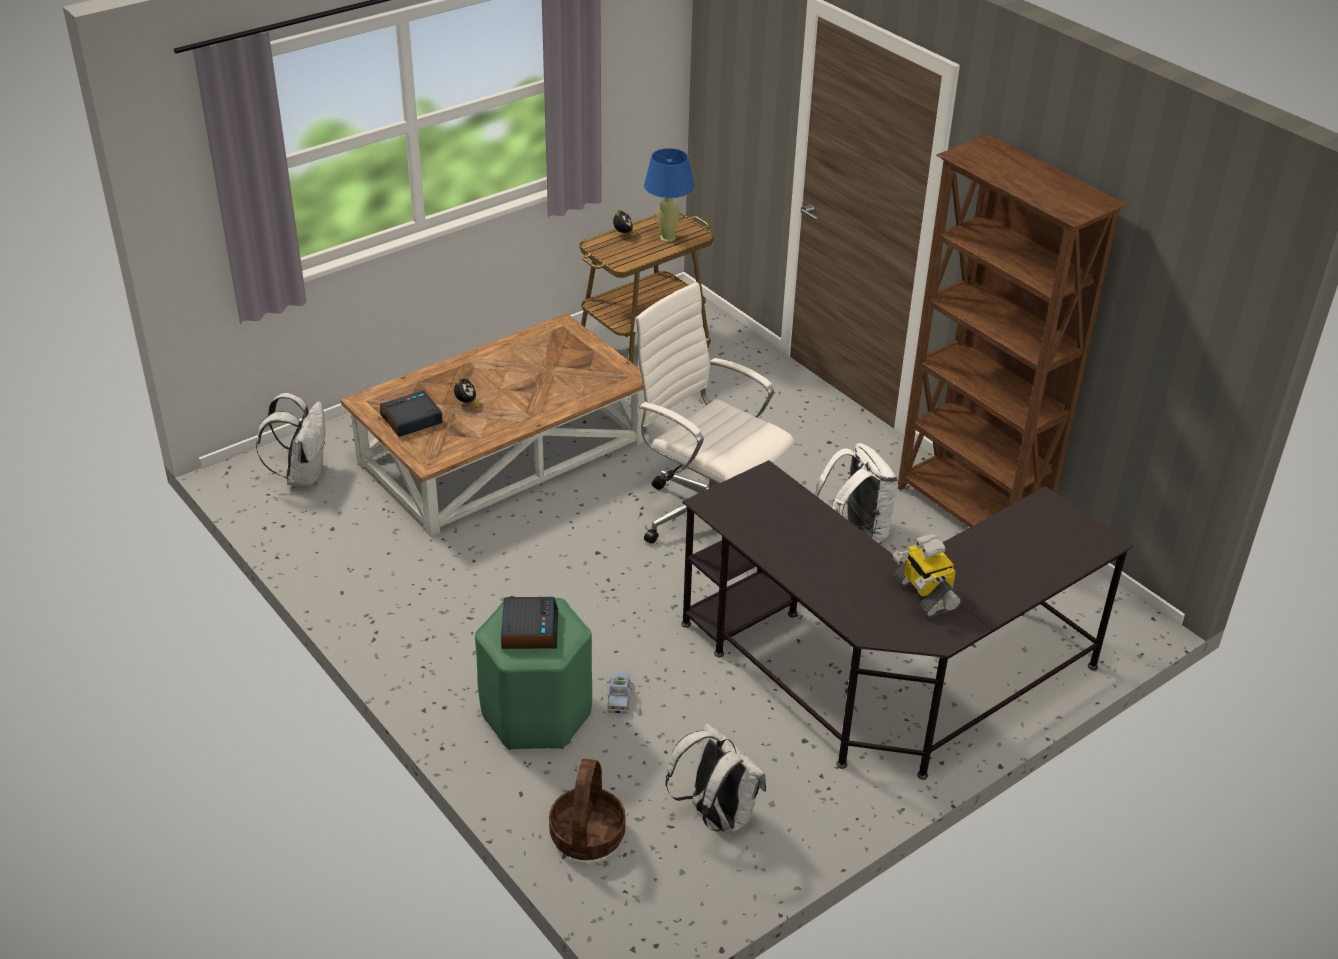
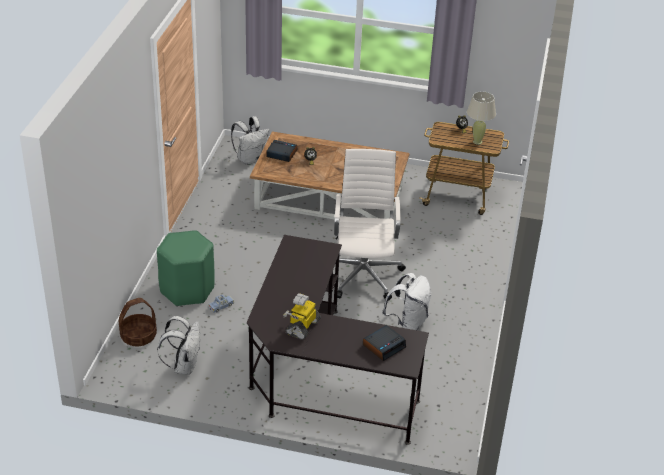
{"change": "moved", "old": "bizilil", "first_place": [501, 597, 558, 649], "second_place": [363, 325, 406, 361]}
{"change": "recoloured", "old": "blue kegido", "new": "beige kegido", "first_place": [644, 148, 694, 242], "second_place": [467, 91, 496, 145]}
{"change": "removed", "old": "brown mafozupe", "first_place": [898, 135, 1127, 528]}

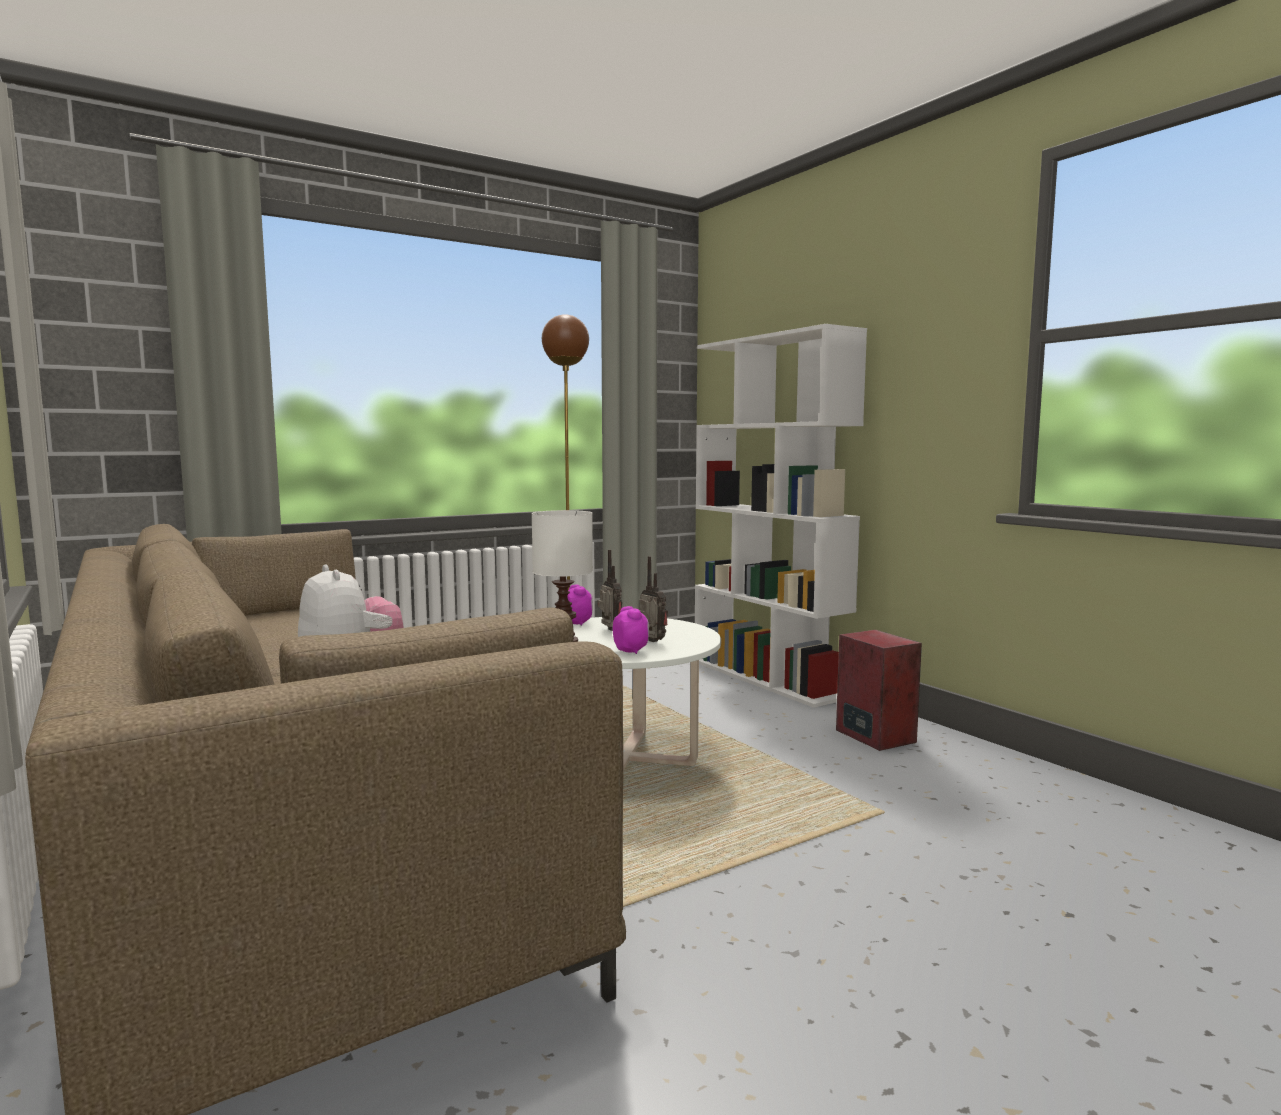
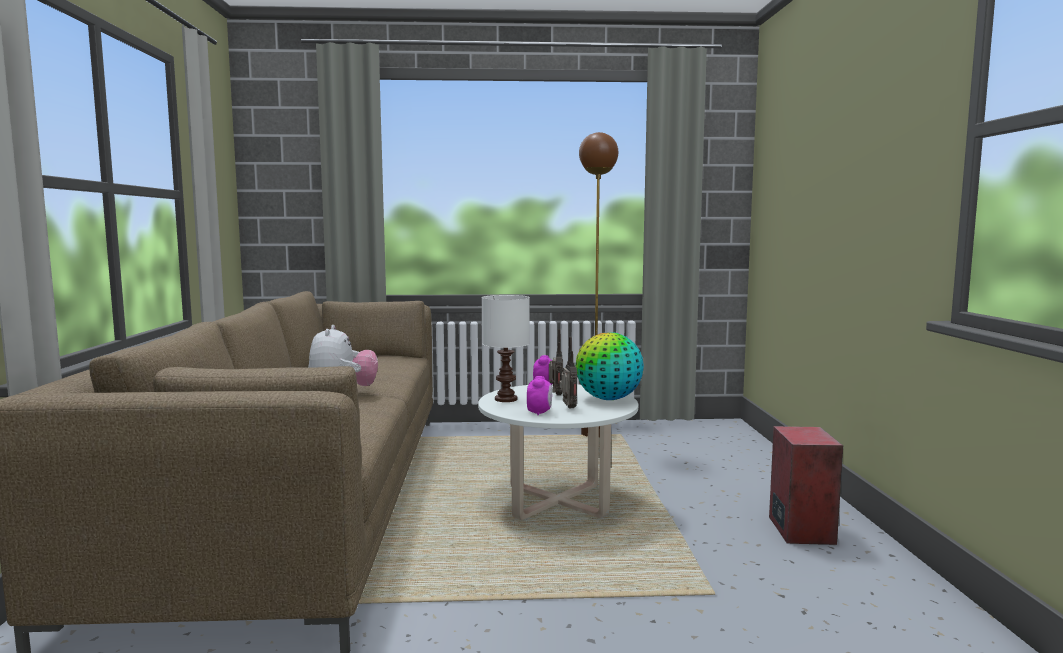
{"change": "removed", "old": "white mafozupe", "first_place": [695, 324, 867, 708]}
{"change": "added", "new": "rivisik", "second_place": [575, 332, 644, 400]}

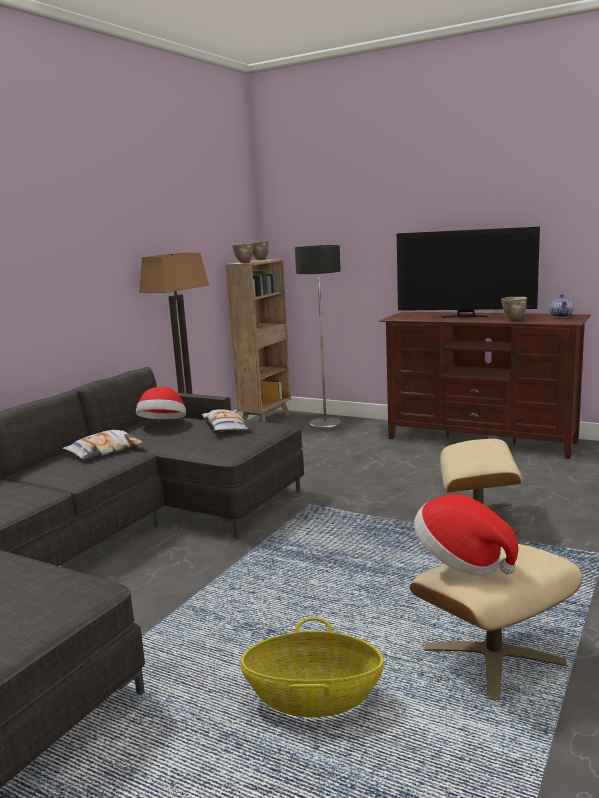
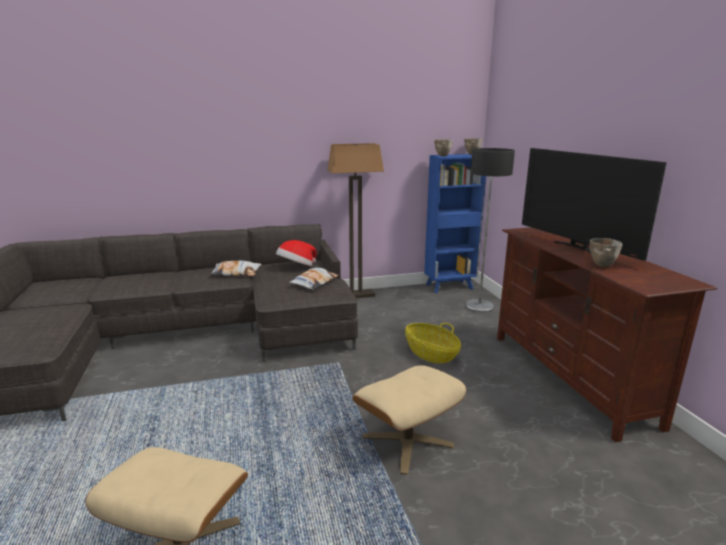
{"change": "recoloured", "old": "brown mafozupe", "new": "blue mafozupe", "first_place": [225, 259, 291, 422], "second_place": [424, 154, 486, 293]}
{"change": "moved", "old": "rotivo", "first_place": [241, 617, 384, 718], "second_place": [405, 323, 461, 363]}
{"change": "removed", "old": "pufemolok", "first_place": [414, 494, 518, 576]}
{"change": "removed", "old": "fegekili", "first_place": [549, 294, 574, 318]}

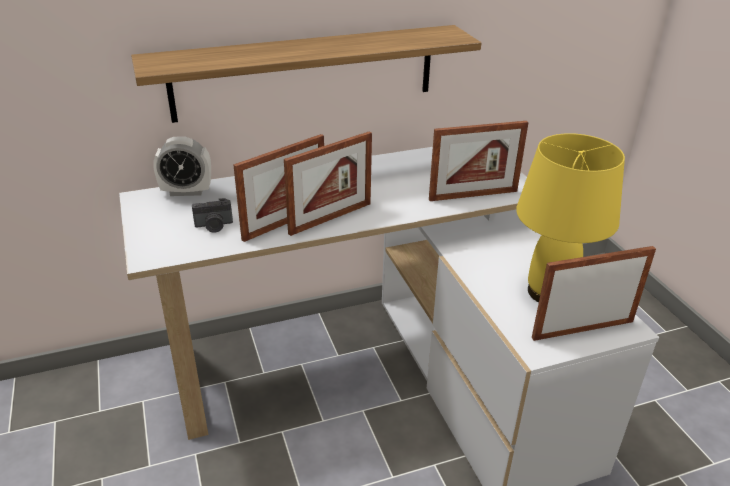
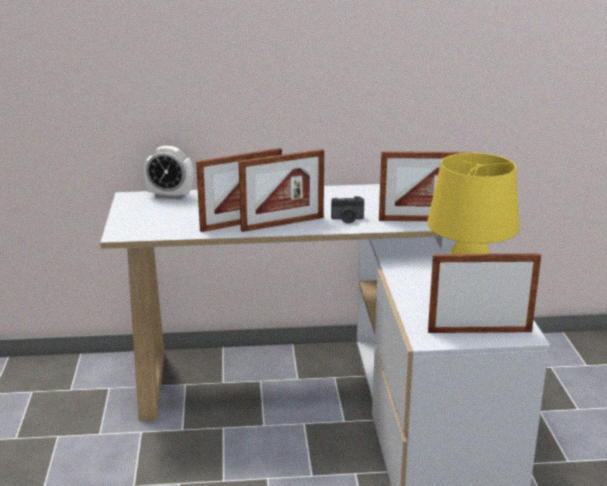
{"change": "removed", "old": "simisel", "first_place": [131, 25, 481, 123]}
{"change": "moved", "old": "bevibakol", "first_place": [192, 198, 233, 233], "second_place": [331, 196, 364, 224]}

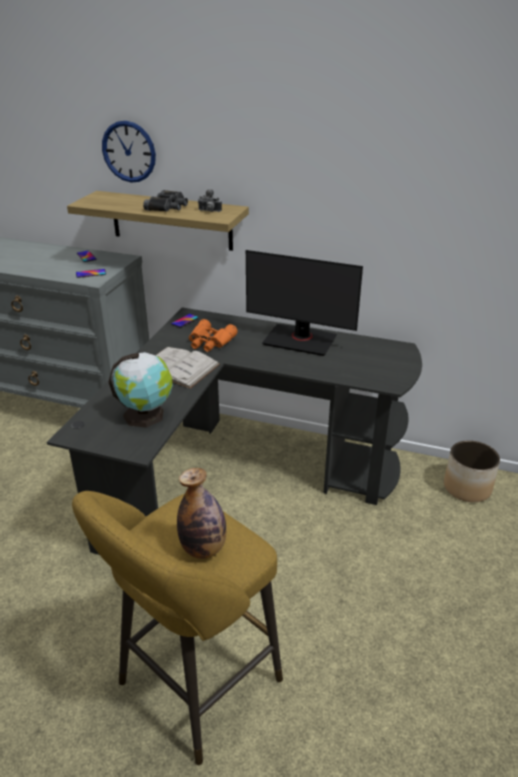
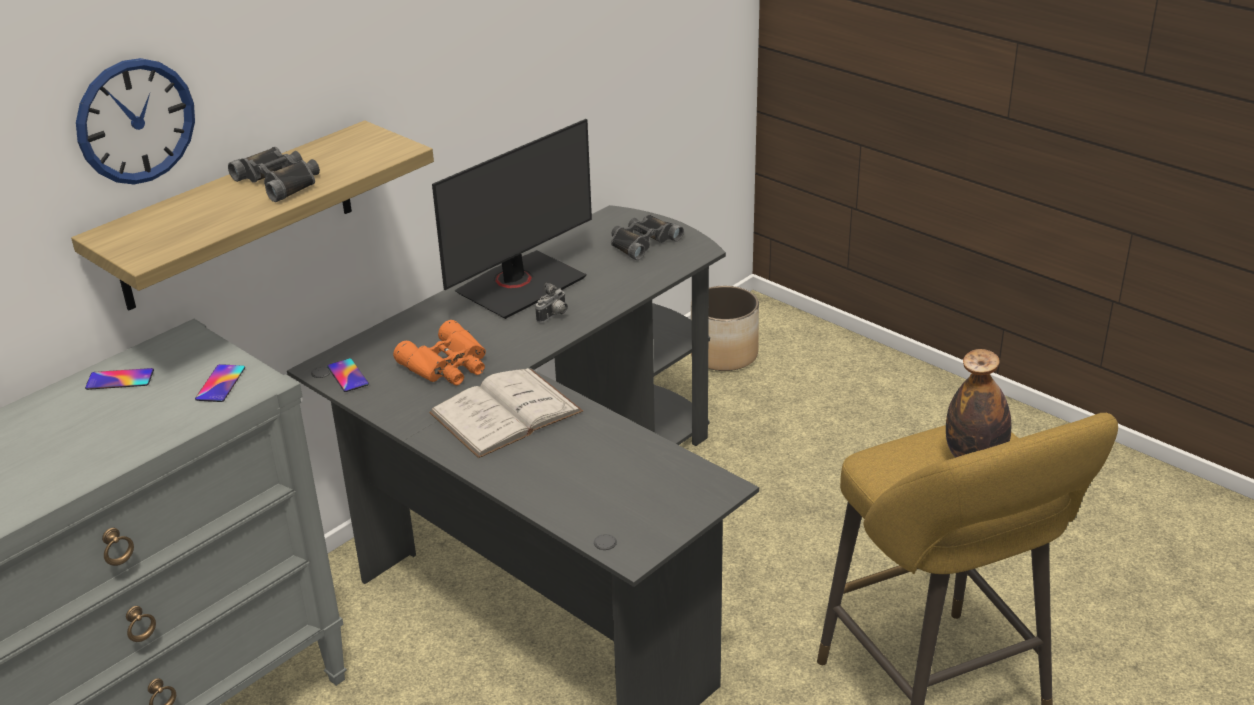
{"change": "removed", "old": "rivisik", "first_place": [109, 352, 173, 428]}
{"change": "moved", "old": "bevibakol", "first_place": [198, 189, 222, 212], "second_place": [535, 282, 568, 323]}
{"change": "added", "new": "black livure", "second_place": [611, 214, 684, 260]}

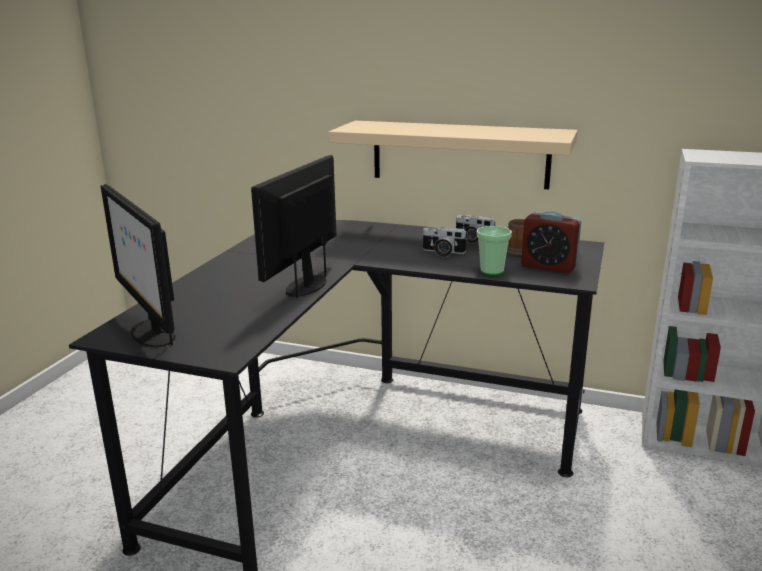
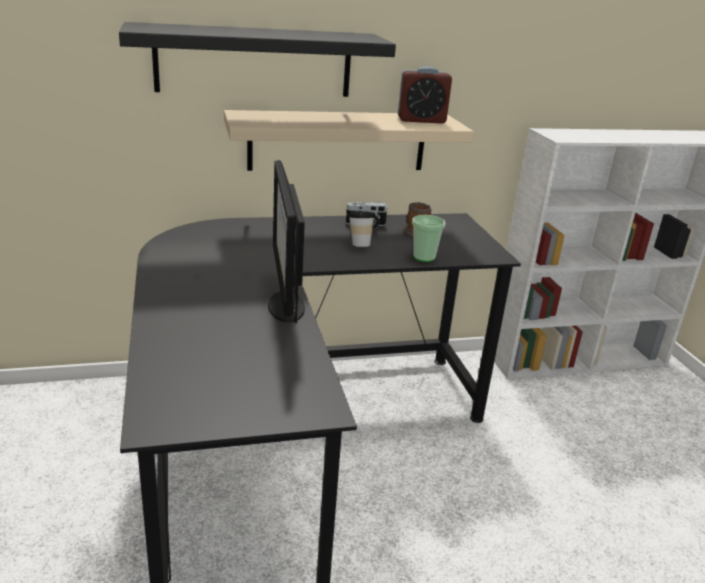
{"change": "removed", "old": "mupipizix", "first_place": [101, 184, 176, 347]}
{"change": "replaced", "old": "bevibakol", "new": "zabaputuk", "first_place": [422, 227, 467, 257], "second_place": [348, 212, 376, 247]}
{"change": "moved", "old": "bizilil", "first_place": [521, 212, 581, 273], "second_place": [398, 66, 452, 124]}
{"change": "added", "new": "black simisel", "second_place": [119, 22, 396, 97]}

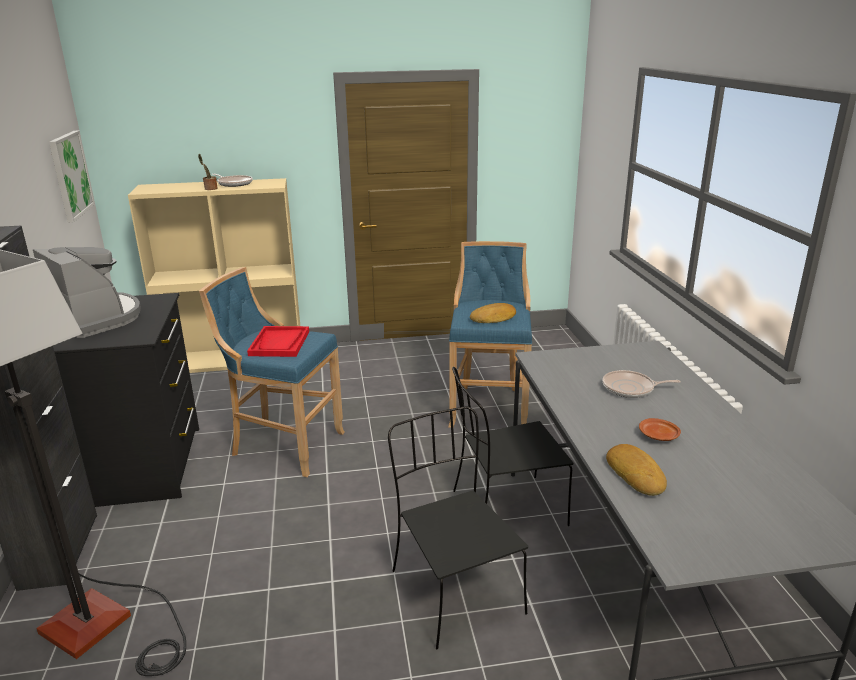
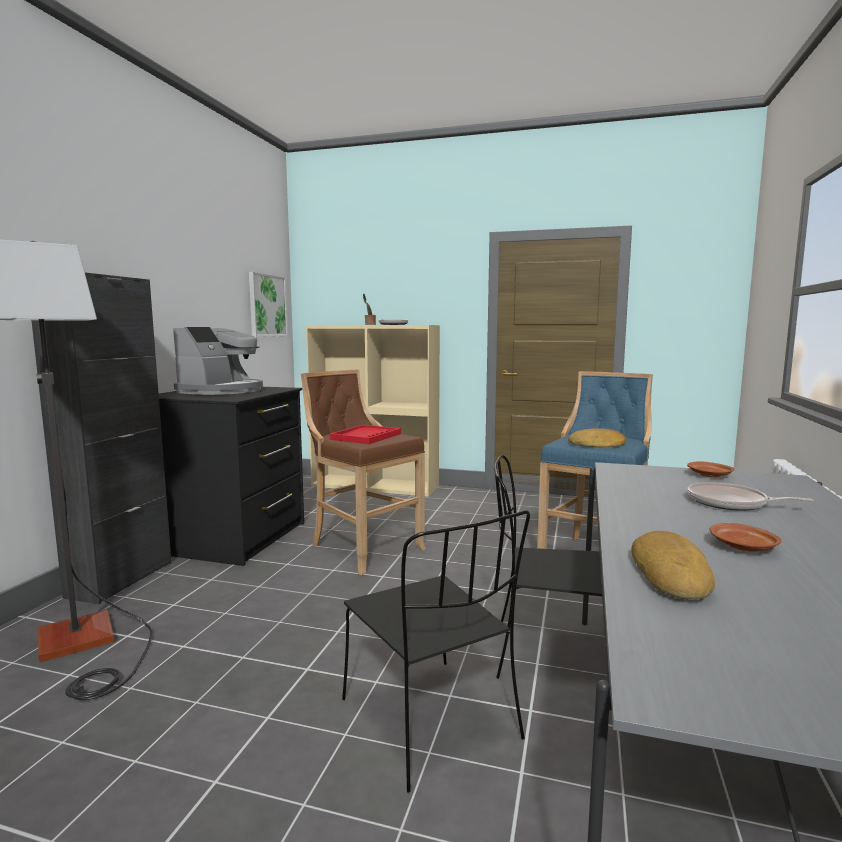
{"change": "turned", "old": "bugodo", "first_place": [33, 247, 141, 338], "second_place": [173, 327, 263, 395], "degrees": 45}
{"change": "recoloured", "old": "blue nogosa", "new": "brown nogosa", "first_place": [199, 267, 345, 477], "second_place": [301, 370, 426, 575]}
{"change": "turned", "old": "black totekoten", "first_place": [388, 406, 528, 650], "second_place": [342, 510, 530, 793], "degrees": 150}
{"change": "added", "new": "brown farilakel", "second_place": [687, 461, 734, 477]}

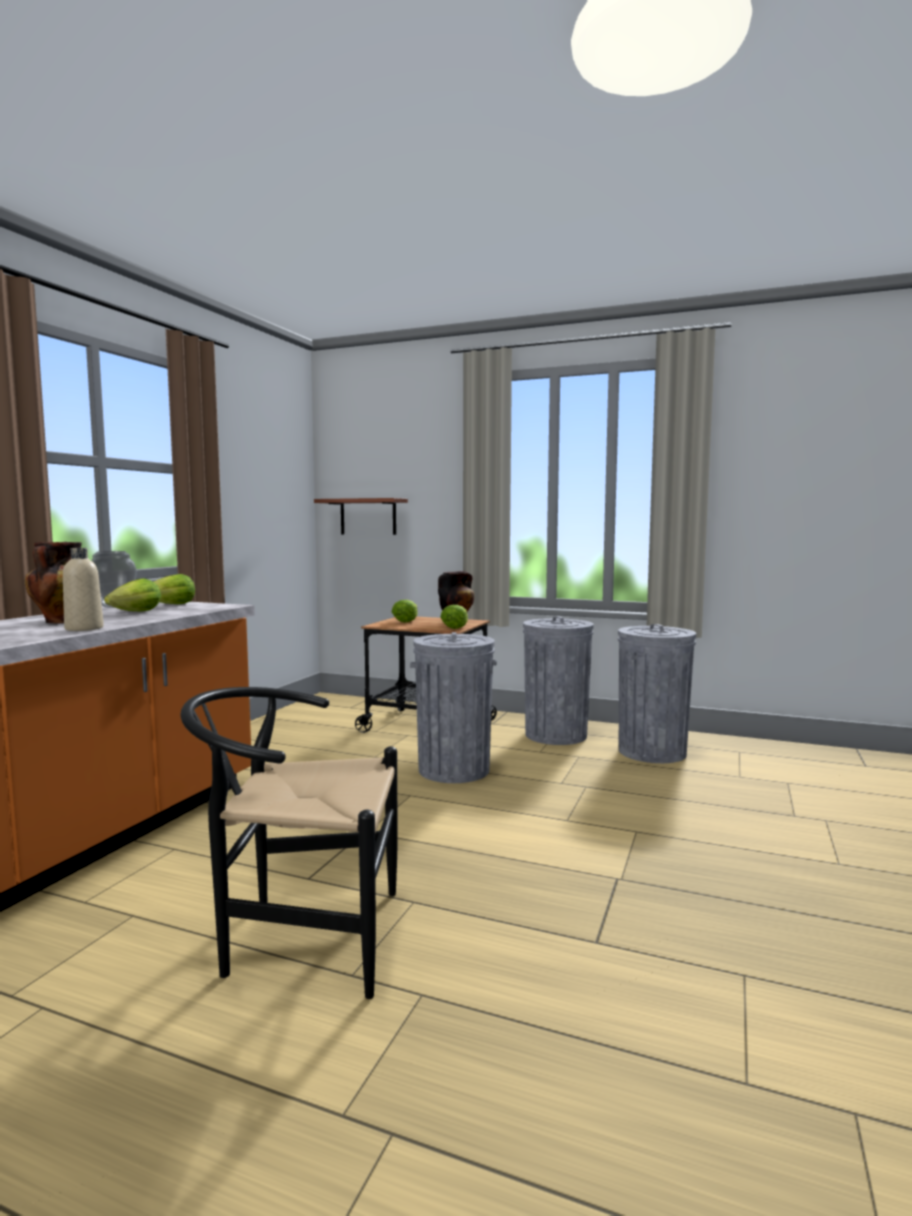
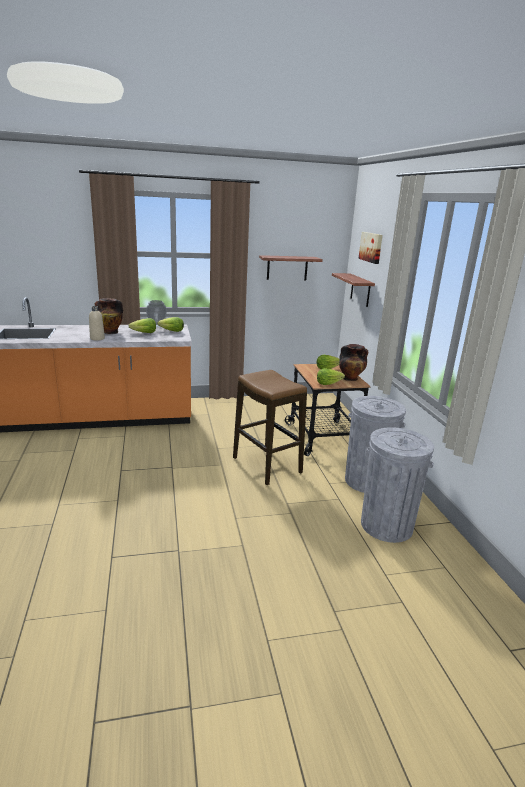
{"change": "removed", "old": "black totekoten", "first_place": [181, 687, 398, 999]}
{"change": "replaced", "old": "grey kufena", "new": "nogosa", "first_place": [410, 632, 497, 783], "second_place": [233, 370, 307, 485]}
{"change": "added", "new": "simisel", "second_place": [259, 255, 323, 280]}
{"change": "added", "new": "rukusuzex", "second_place": [358, 232, 383, 264]}

